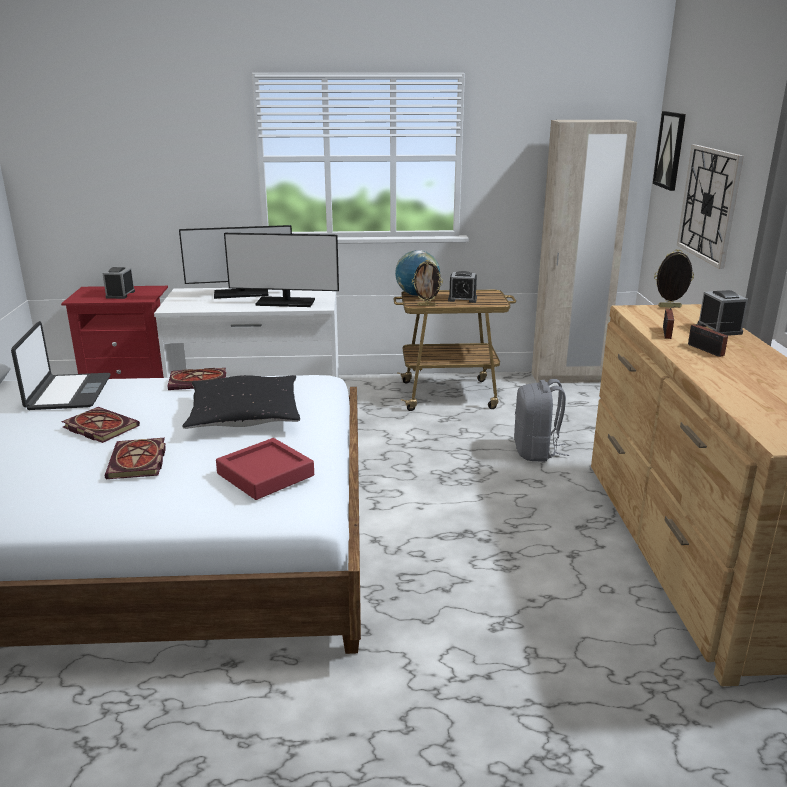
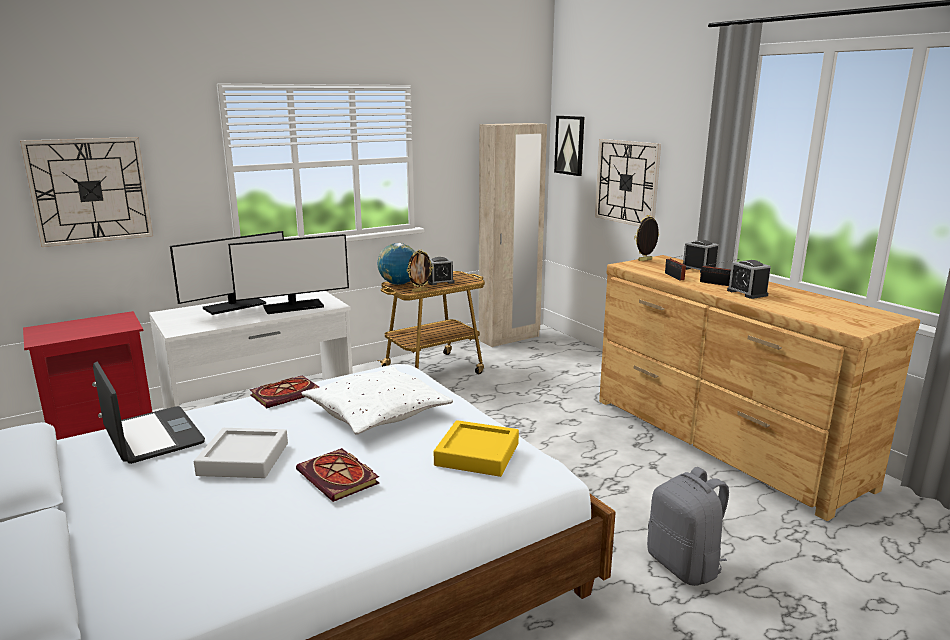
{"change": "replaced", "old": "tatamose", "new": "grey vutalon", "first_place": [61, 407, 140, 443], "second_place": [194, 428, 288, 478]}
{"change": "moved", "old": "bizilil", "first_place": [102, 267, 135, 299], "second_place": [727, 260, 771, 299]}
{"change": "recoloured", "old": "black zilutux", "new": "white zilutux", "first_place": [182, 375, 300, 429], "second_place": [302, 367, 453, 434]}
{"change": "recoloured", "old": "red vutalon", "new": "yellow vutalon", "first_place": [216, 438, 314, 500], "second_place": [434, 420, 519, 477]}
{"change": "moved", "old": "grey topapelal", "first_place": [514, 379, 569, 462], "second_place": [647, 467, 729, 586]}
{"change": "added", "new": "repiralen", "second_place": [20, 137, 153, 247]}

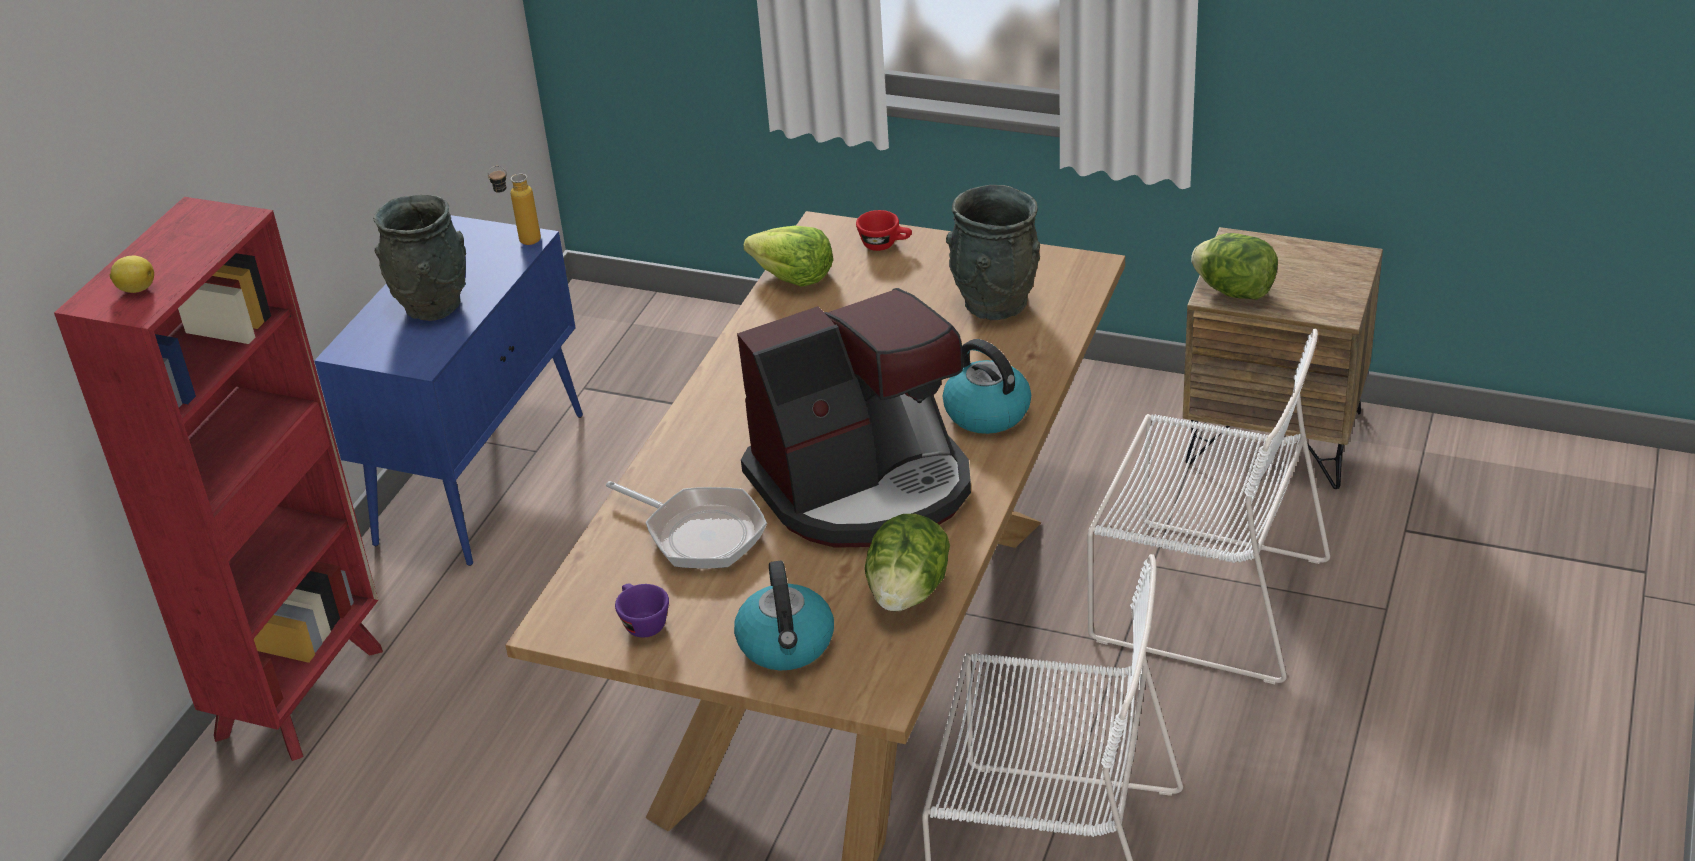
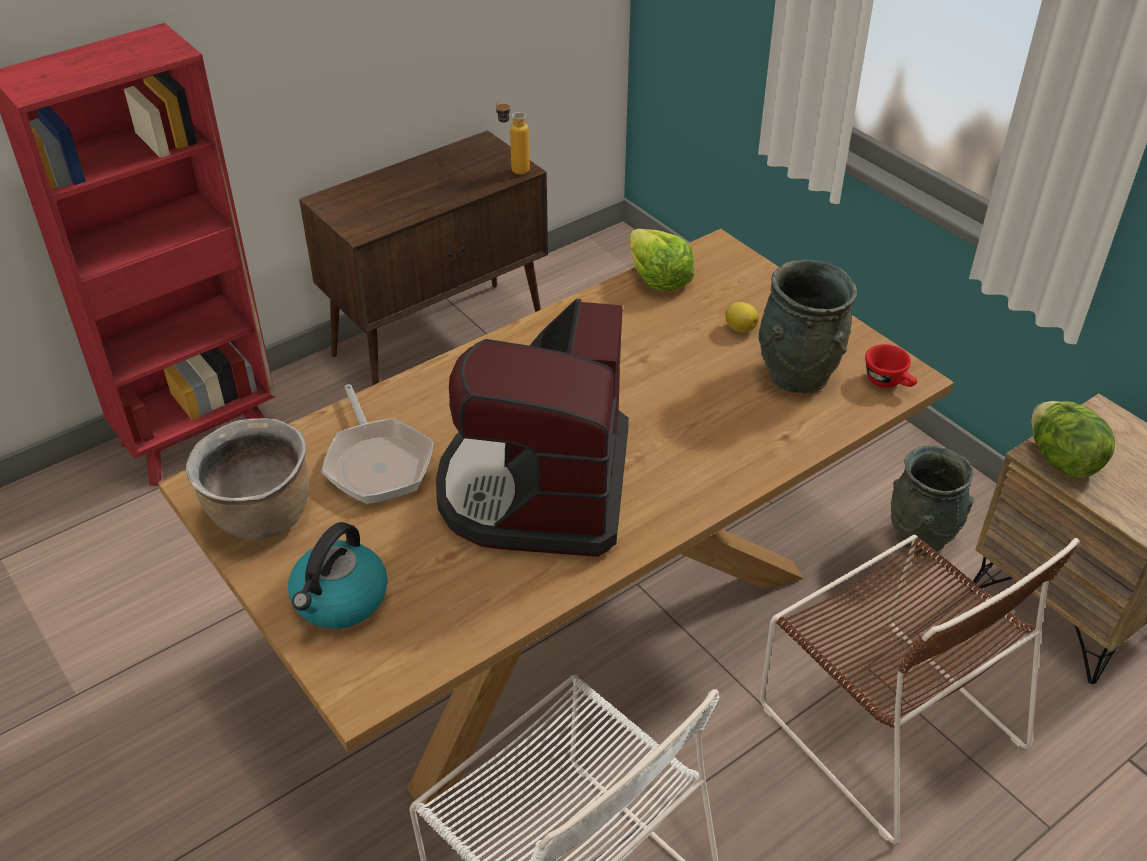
{"change": "moved", "old": "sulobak", "first_place": [110, 256, 154, 293], "second_place": [725, 302, 759, 332]}
{"change": "recoloured", "old": "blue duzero", "new": "brown duzero", "first_place": [314, 215, 583, 566], "second_place": [299, 130, 548, 385]}
{"change": "moved", "old": "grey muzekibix", "first_place": [373, 195, 466, 321], "second_place": [891, 445, 974, 556]}
{"change": "replaced", "old": "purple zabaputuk", "new": "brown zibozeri", "first_place": [615, 583, 669, 638], "second_place": [186, 418, 309, 540]}
{"change": "turned", "old": "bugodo", "first_place": [737, 288, 971, 548], "second_place": [436, 299, 629, 557], "degrees": 90}
{"change": "moved", "old": "red zabaputuk", "first_place": [856, 210, 912, 251], "second_place": [865, 344, 917, 388]}
{"change": "removed", "old": "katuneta", "first_place": [865, 514, 950, 611]}
{"change": "removed", "old": "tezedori", "first_place": [943, 339, 1031, 434]}
{"change": "recoloured", "old": "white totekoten", "new": "brown totekoten", "first_place": [1088, 329, 1330, 684], "second_place": [760, 535, 1079, 844]}

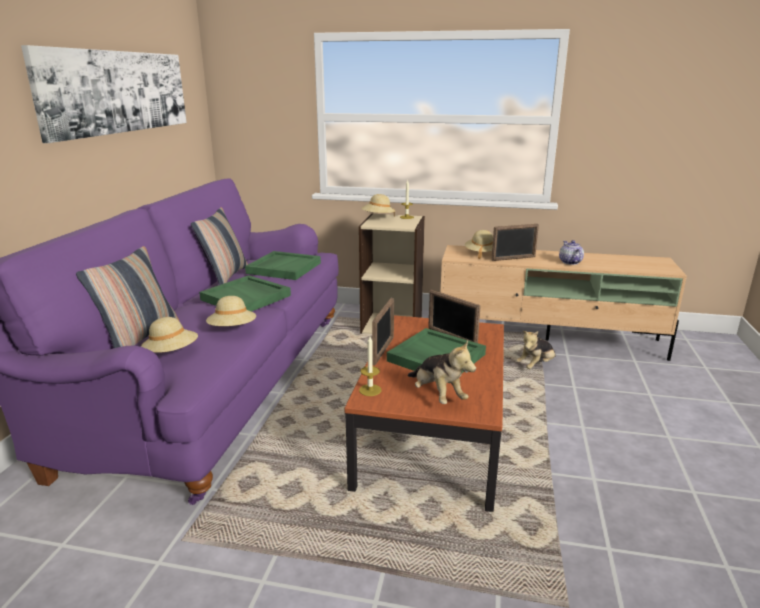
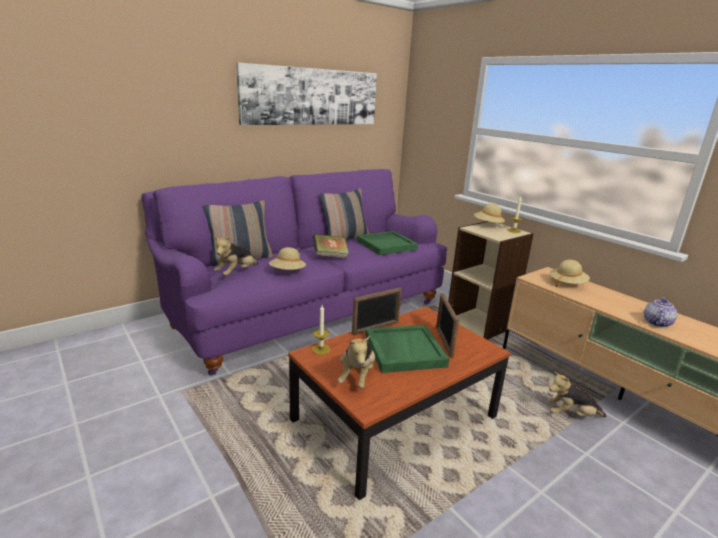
{"change": "replaced", "old": "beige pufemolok", "new": "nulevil", "first_place": [141, 317, 198, 353], "second_place": [213, 235, 258, 276]}
{"change": "replaced", "old": "green vutalon", "new": "tatamose", "first_place": [199, 275, 291, 312], "second_place": [313, 234, 349, 258]}
{"change": "removed", "old": "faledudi", "first_place": [491, 224, 539, 261]}

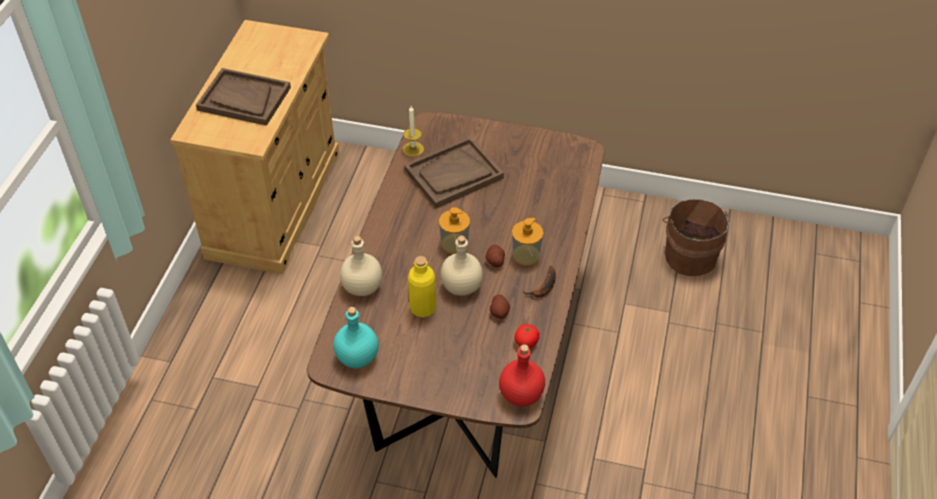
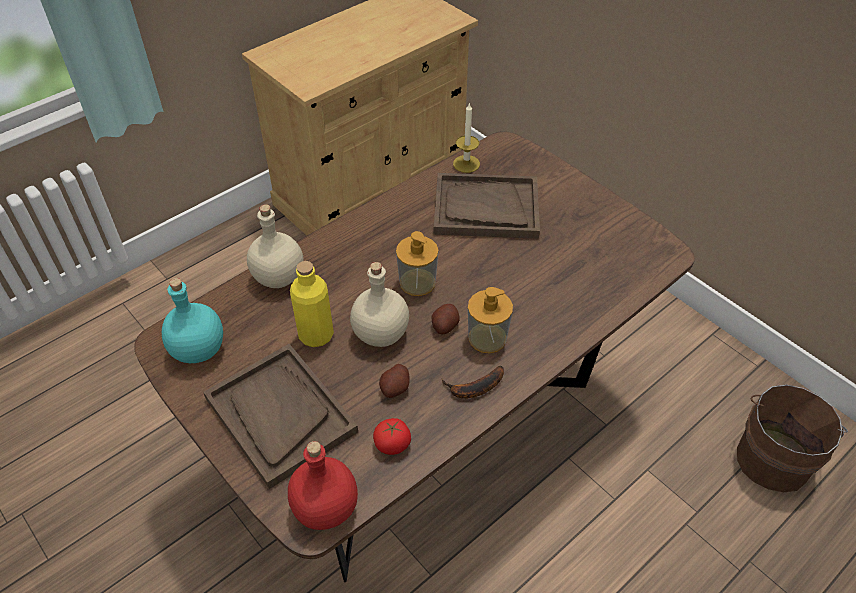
{"change": "moved", "old": "brown vutalon", "first_place": [196, 68, 291, 126], "second_place": [203, 344, 358, 489]}

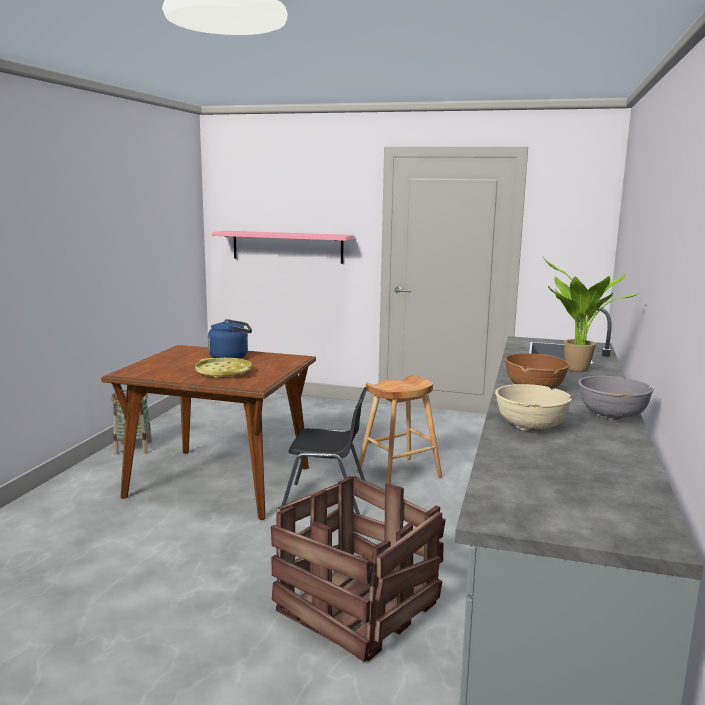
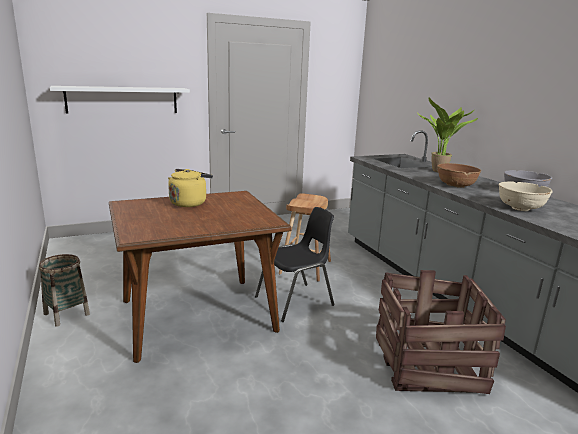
{"change": "removed", "old": "yellow vutalon", "first_place": [195, 358, 251, 379]}
{"change": "recoloured", "old": "blue tezedori", "new": "yellow tezedori", "first_place": [208, 319, 252, 359], "second_place": [168, 169, 213, 207]}
{"change": "recoloured", "old": "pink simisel", "new": "white simisel", "first_place": [212, 231, 354, 264], "second_place": [50, 86, 190, 113]}

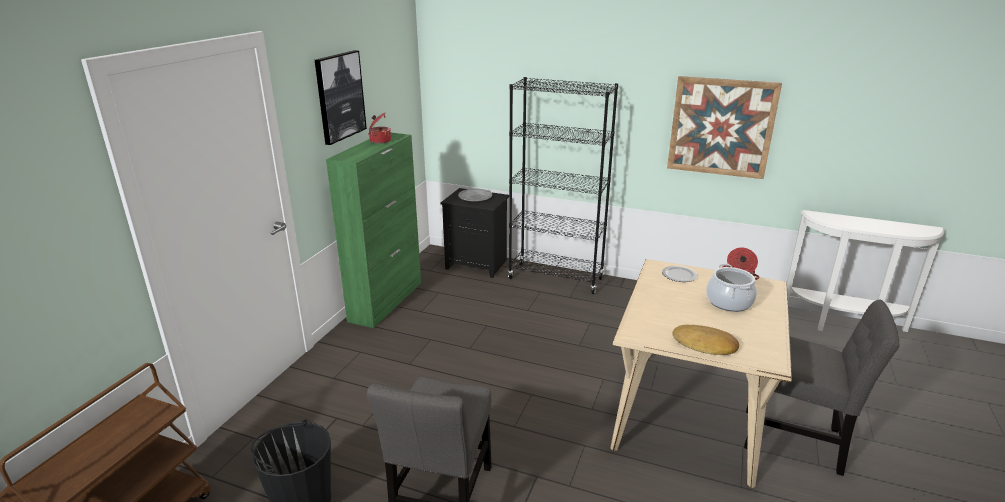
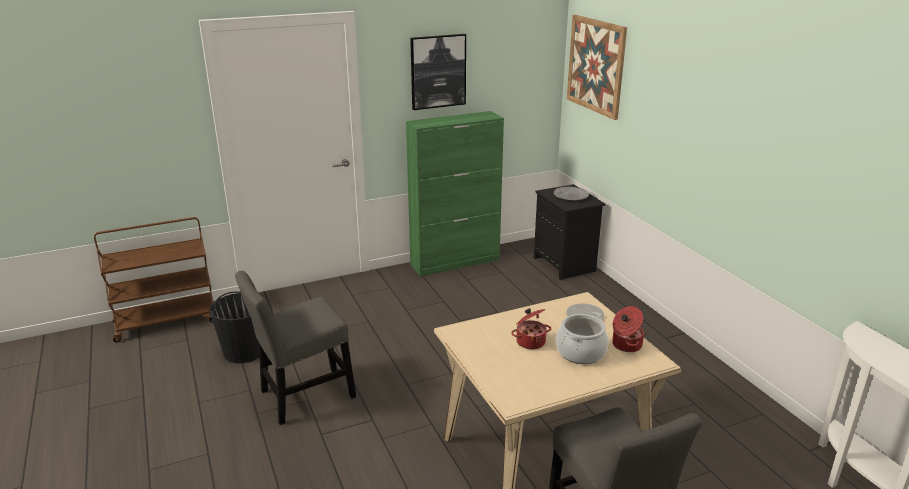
{"change": "moved", "old": "zibozeri", "first_place": [368, 112, 391, 144], "second_place": [511, 308, 551, 349]}
{"change": "removed", "old": "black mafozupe", "first_place": [508, 77, 618, 294]}
{"change": "moved", "old": "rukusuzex", "first_place": [667, 76, 782, 179], "second_place": [567, 15, 627, 120]}
{"change": "removed", "old": "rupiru", "first_place": [673, 325, 739, 355]}

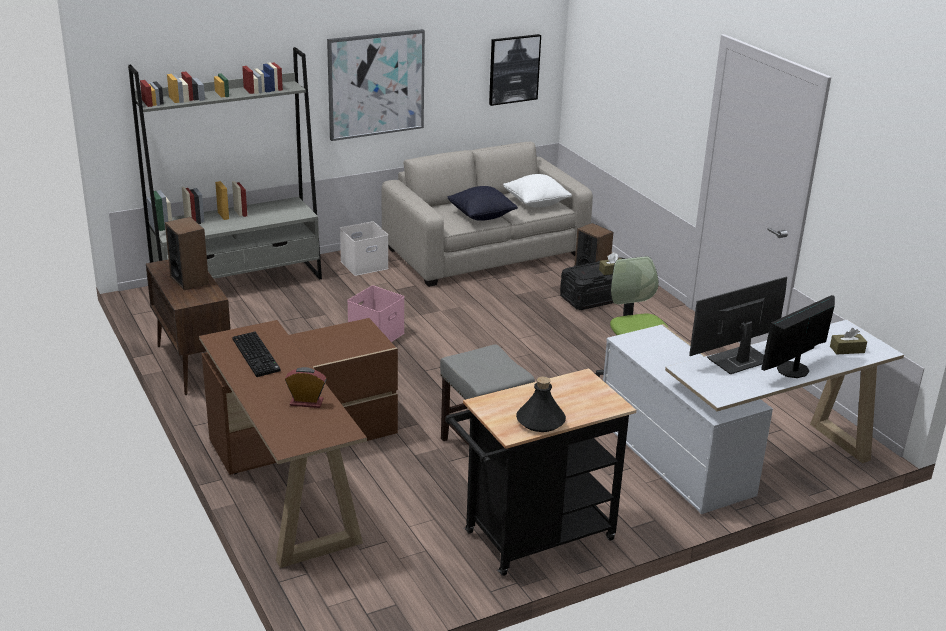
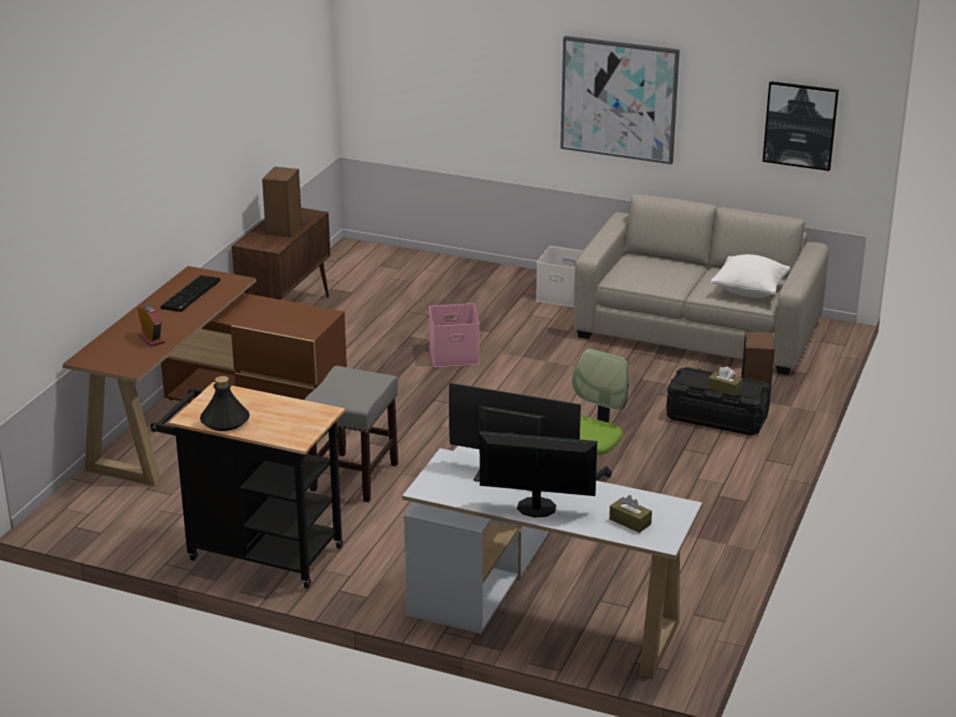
{"change": "removed", "old": "grey mafozupe", "first_place": [128, 47, 322, 280]}
{"change": "removed", "old": "black zilutux", "first_place": [448, 186, 518, 221]}

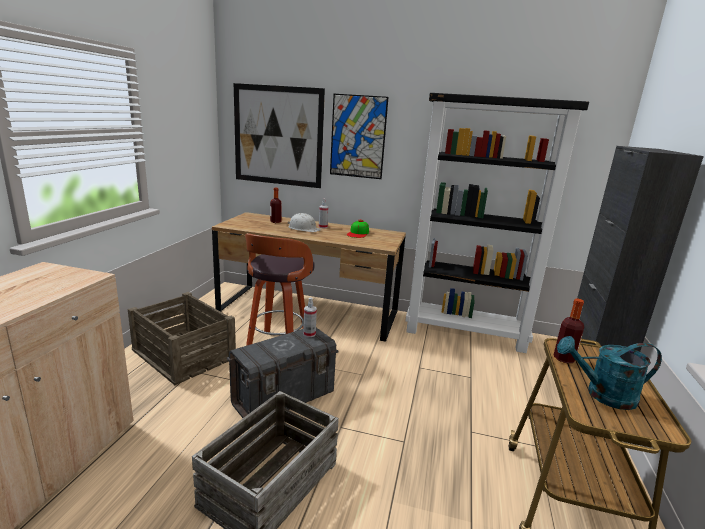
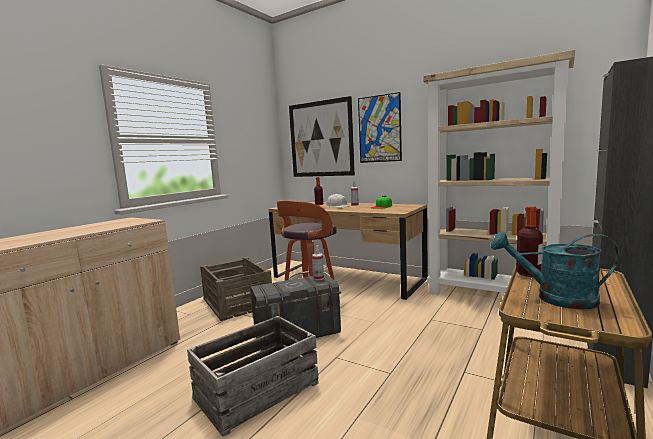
{"change": "recoloured", "old": "black mafozupe", "new": "beige mafozupe", "first_place": [405, 93, 589, 353], "second_place": [423, 50, 575, 296]}

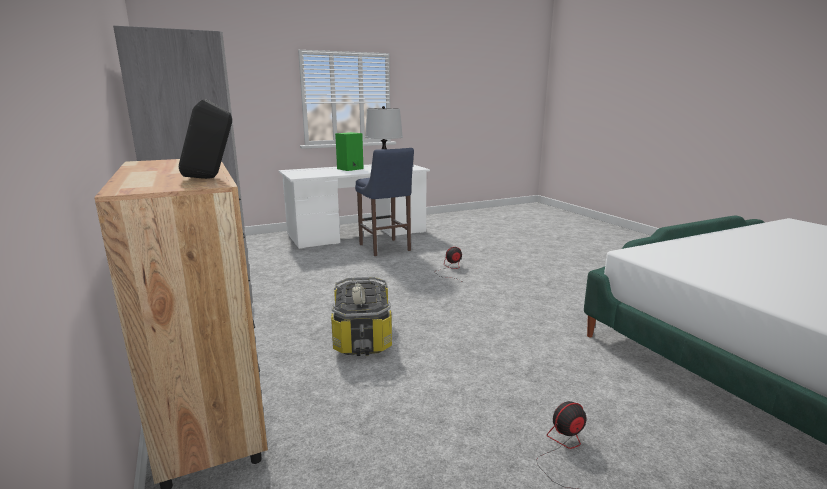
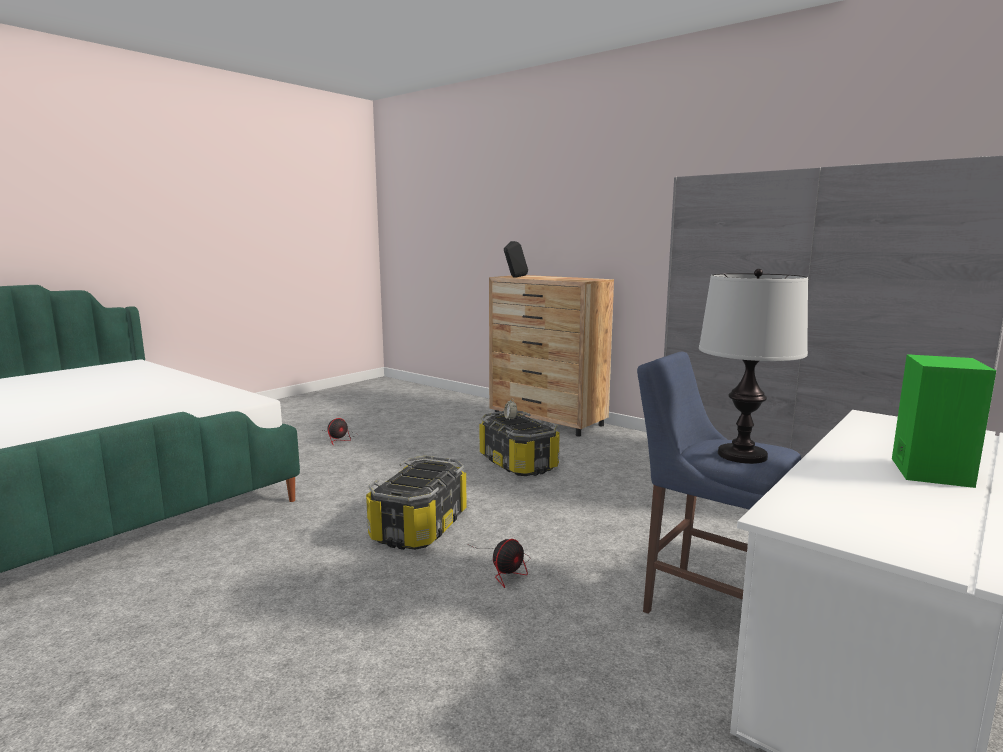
{"change": "added", "new": "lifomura", "second_place": [366, 455, 467, 550]}

